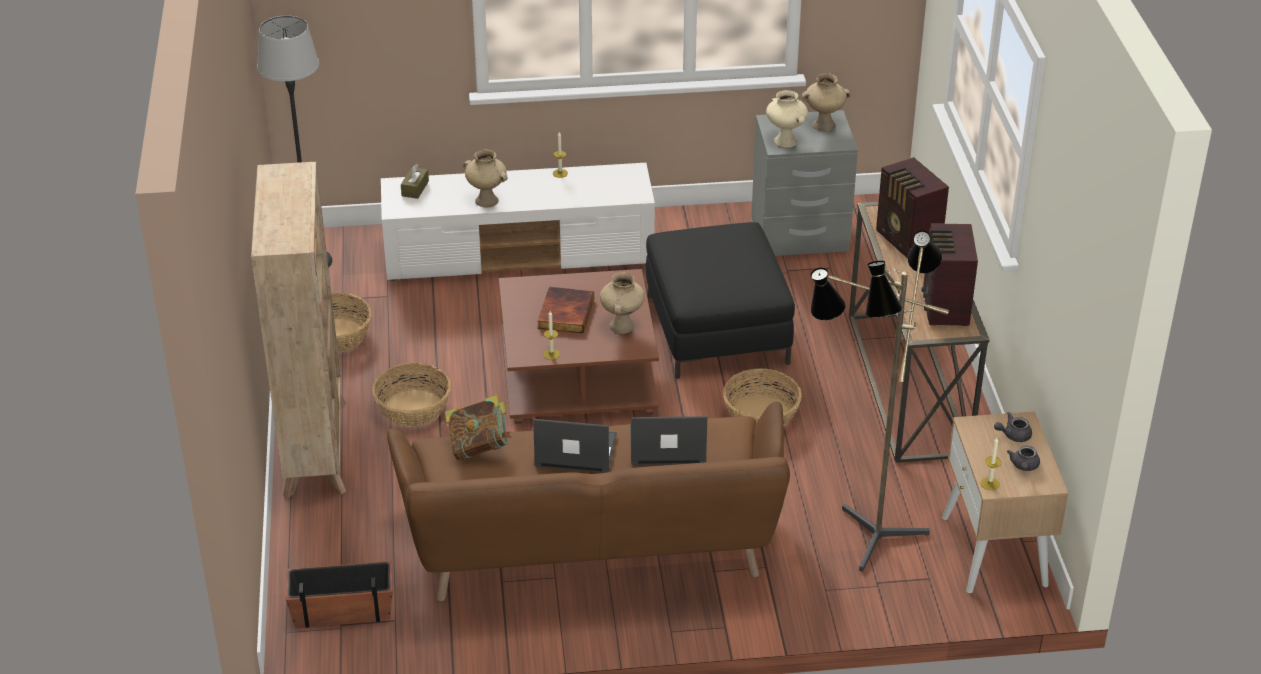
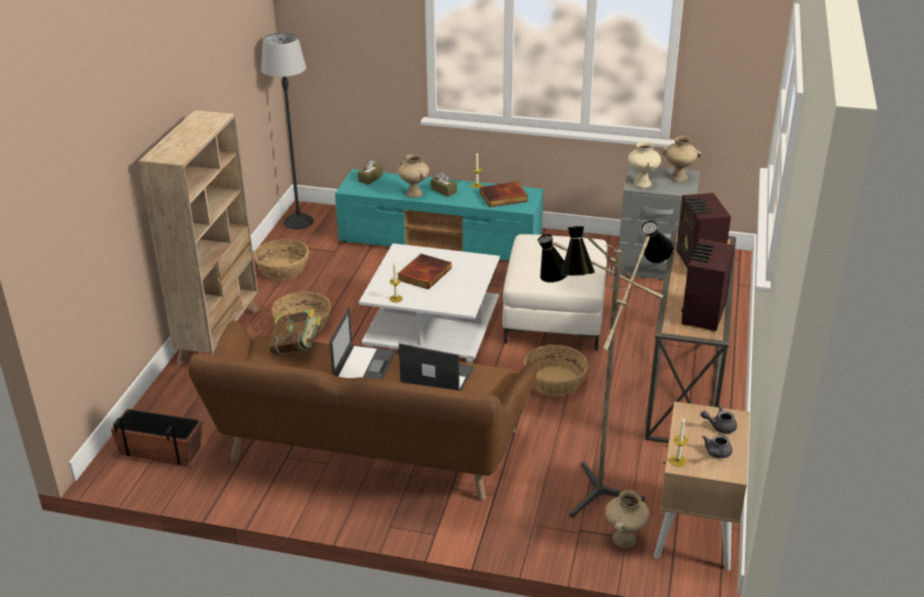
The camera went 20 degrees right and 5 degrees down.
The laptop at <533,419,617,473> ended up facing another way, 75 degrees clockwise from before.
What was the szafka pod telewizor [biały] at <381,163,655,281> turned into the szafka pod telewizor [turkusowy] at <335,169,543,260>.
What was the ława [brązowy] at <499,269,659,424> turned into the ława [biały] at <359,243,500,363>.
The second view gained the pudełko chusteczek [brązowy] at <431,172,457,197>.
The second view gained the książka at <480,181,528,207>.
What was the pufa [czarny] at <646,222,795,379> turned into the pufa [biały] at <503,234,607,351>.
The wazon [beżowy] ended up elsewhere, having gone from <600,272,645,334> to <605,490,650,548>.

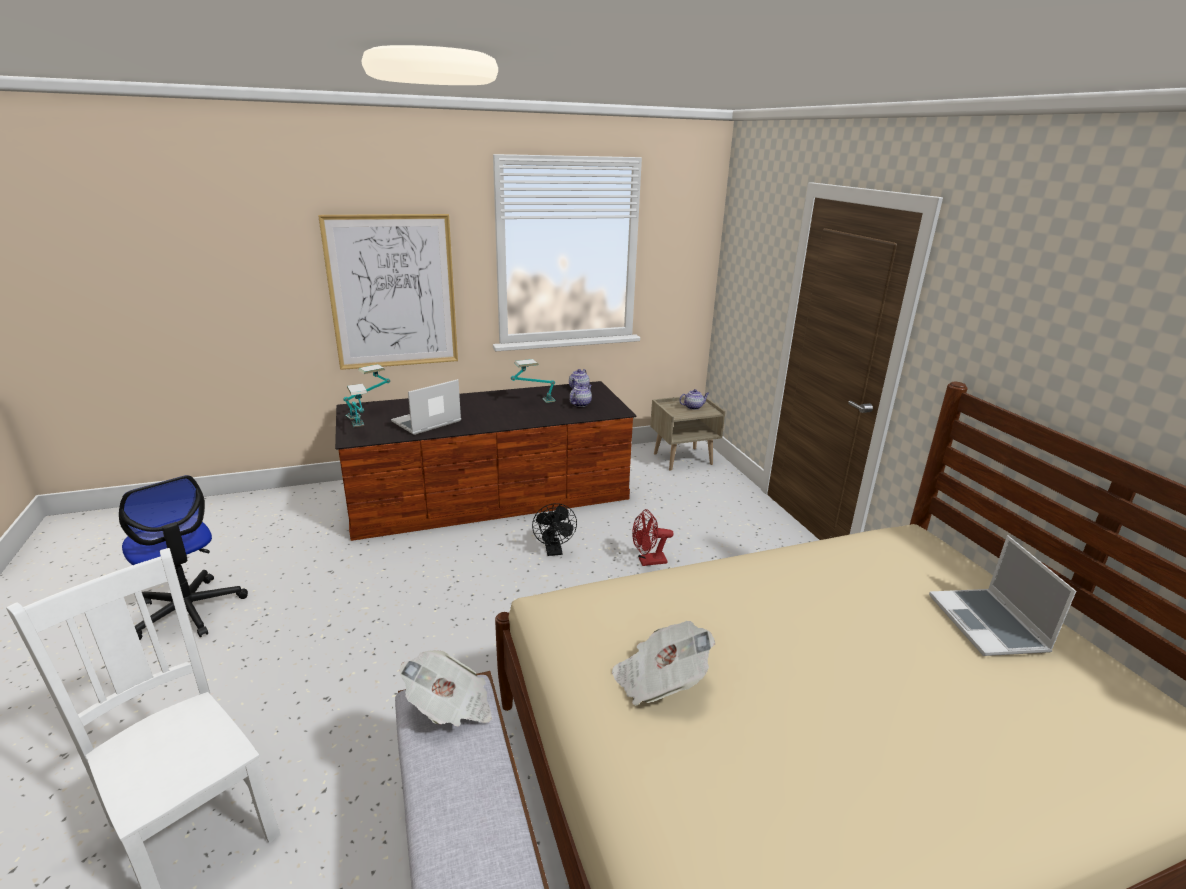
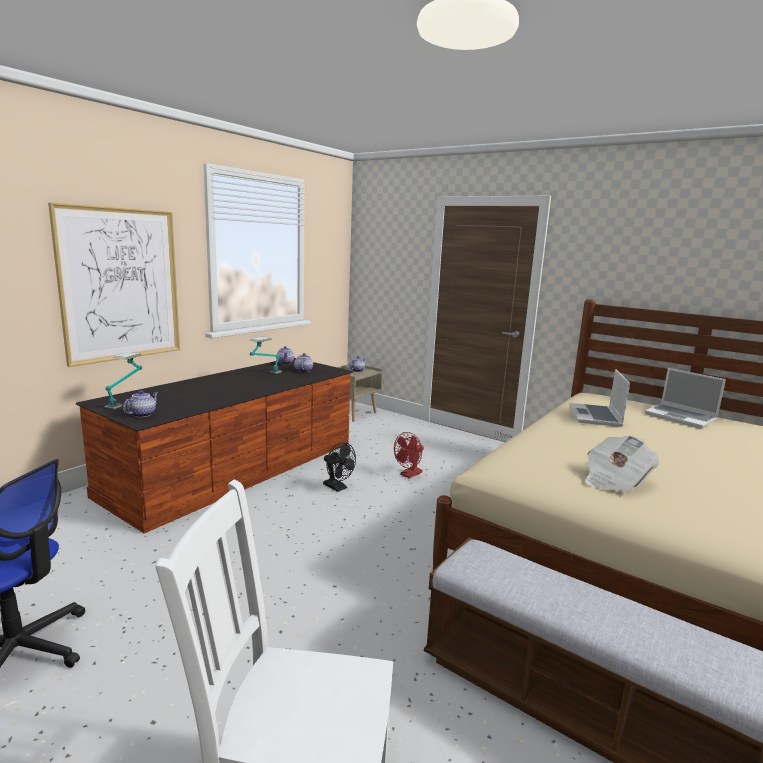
The camera went 35 degrees left and 10 degrees down.
Where the lampa stołowa stood at <347,384,367,427>, the imbryk came to stand at <123,390,158,417>.
The laptop ended up elsewhere, having gone from <391,379,461,435> to <569,369,630,427>.
The second view lost the gazeta at <399,650,492,727>.

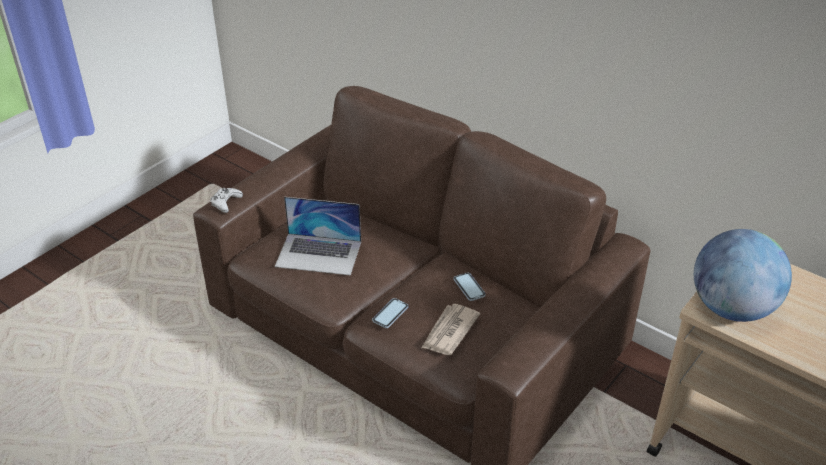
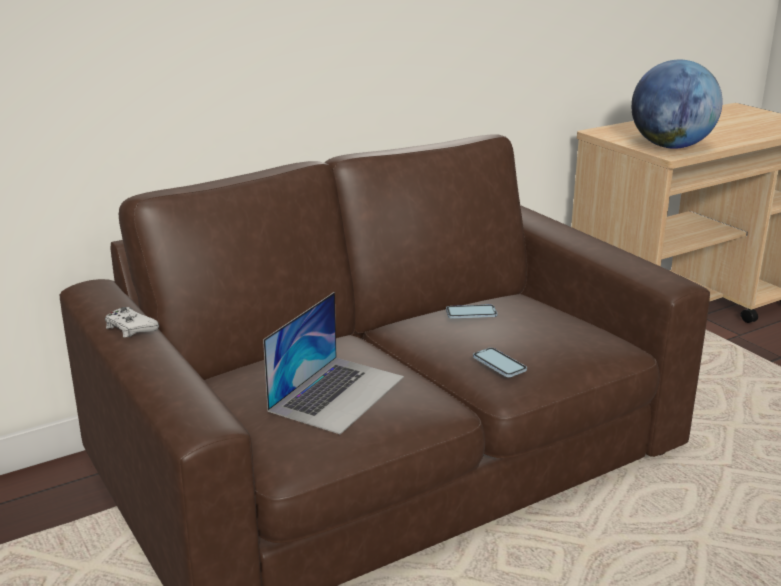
The camera went 70 degrees left and 15 degrees down.
The pad do gier [biały] ended up elsewhere, having gone from <210,188,243,213> to <105,307,159,338>.
The second view lost the gazeta at <422,304,480,355>.

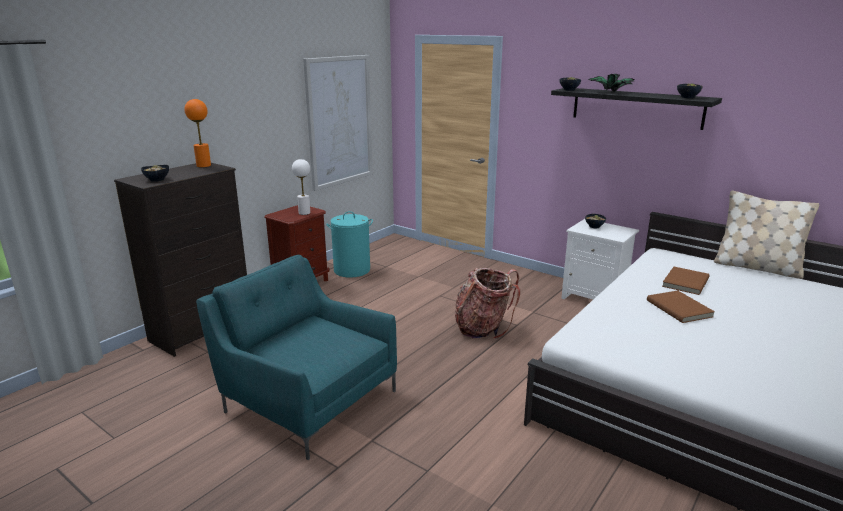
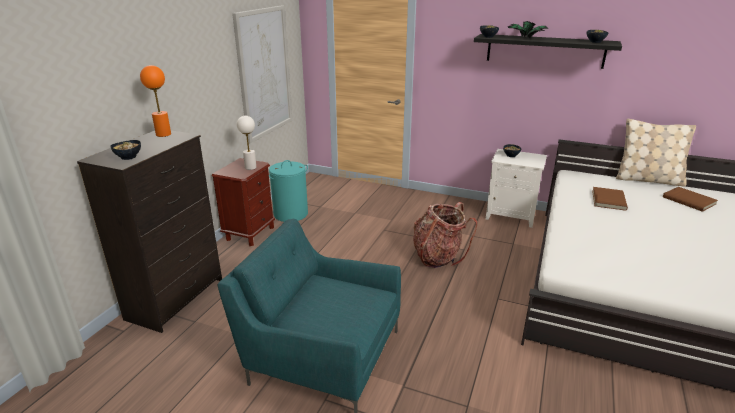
The camera went 15 degrees left and 5 degrees up.
The książka [brązowy] ended up elsewhere, having gone from <647,290,715,323> to <663,187,718,212>.

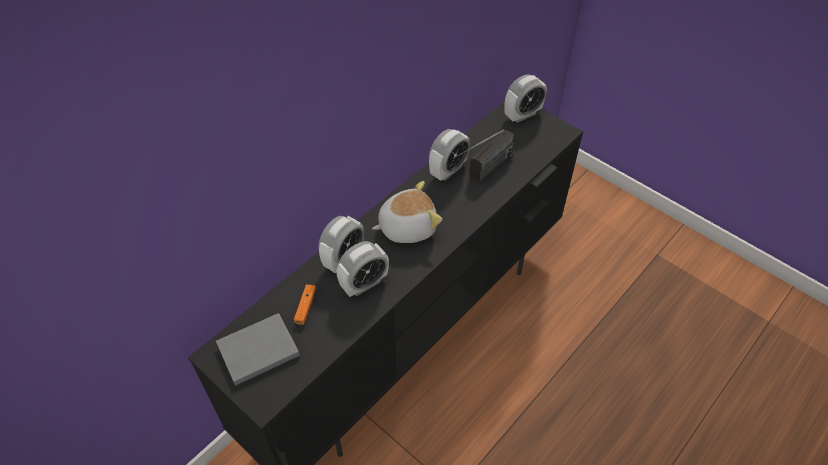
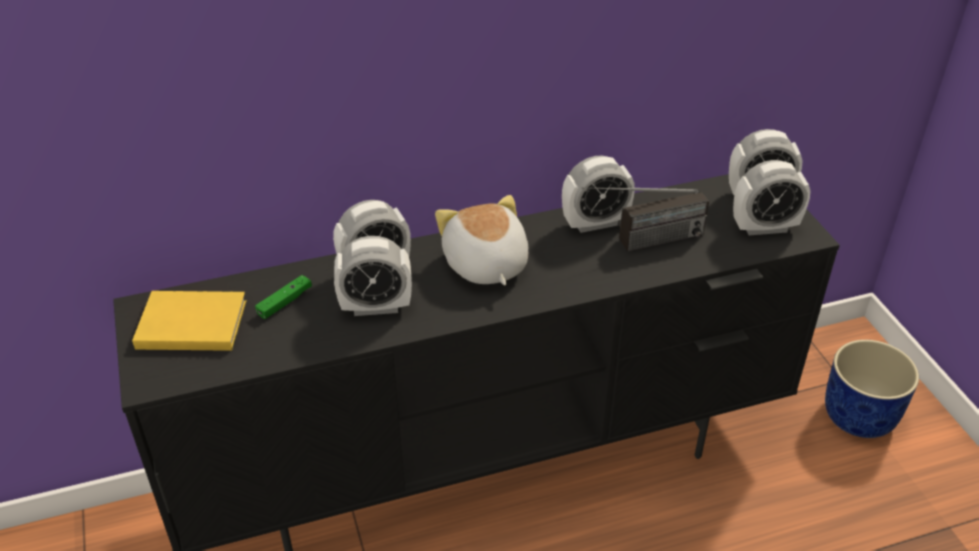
The camera went 30 degrees right and 10 degrees down.
What was the książka [szary] at <216,313,300,386> turned into the książka [żółty] at <132,291,247,351>.
What was the pad do gier [pomarańczowy] at <294,284,316,325> turned into the pad do gier [zielony] at <255,275,312,319>.
The pluszak at <372,181,442,243> ended up facing another way, 120 degrees counterclockwise from before.
The second view gained the budzik at <733,160,810,236>.
The second view gained the donica [niebieski] at <825,340,919,438>.

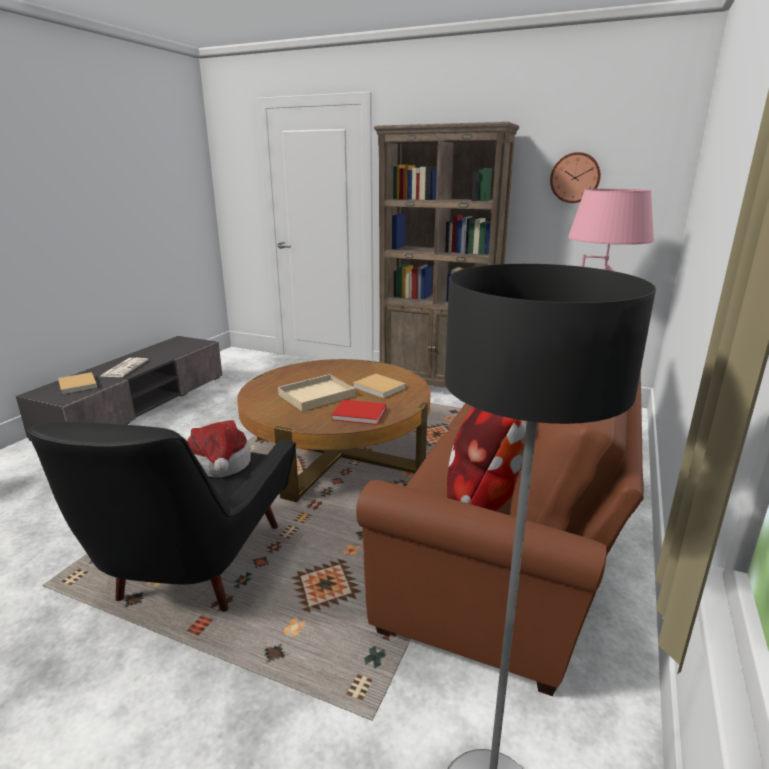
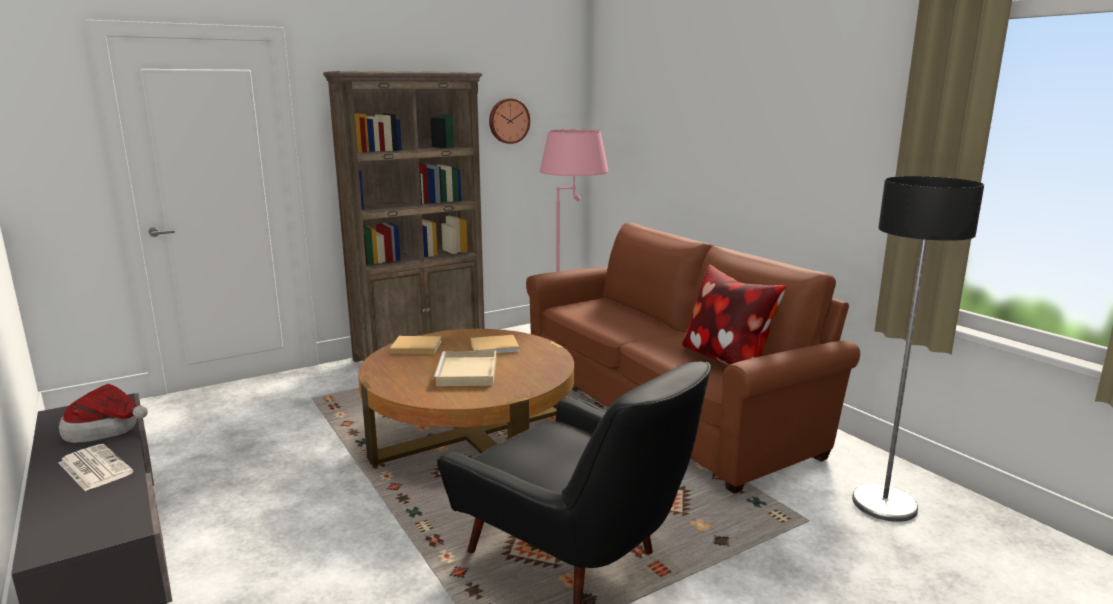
The camera went 55 degrees left and 5 degrees down.
The kapelusz ended up elsewhere, having gone from <187,420,251,478> to <59,384,148,443>.
The książka [beżowy] ended up elsewhere, having gone from <58,372,97,394> to <390,336,442,354>.
The second view lost the książka [czerwony] at <331,400,386,425>.

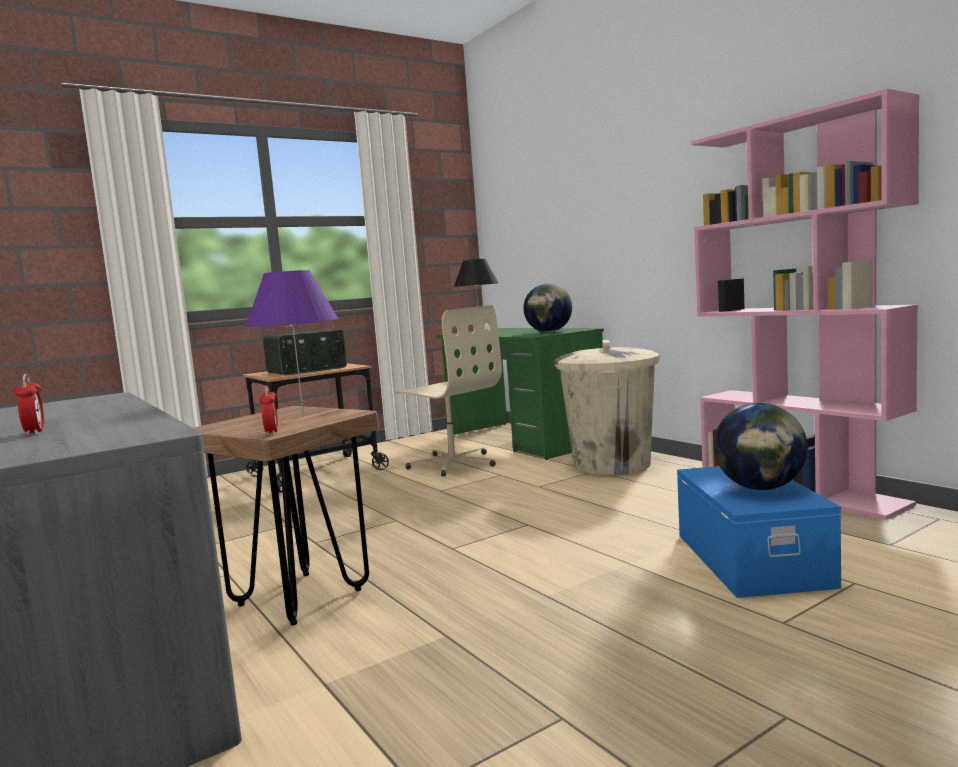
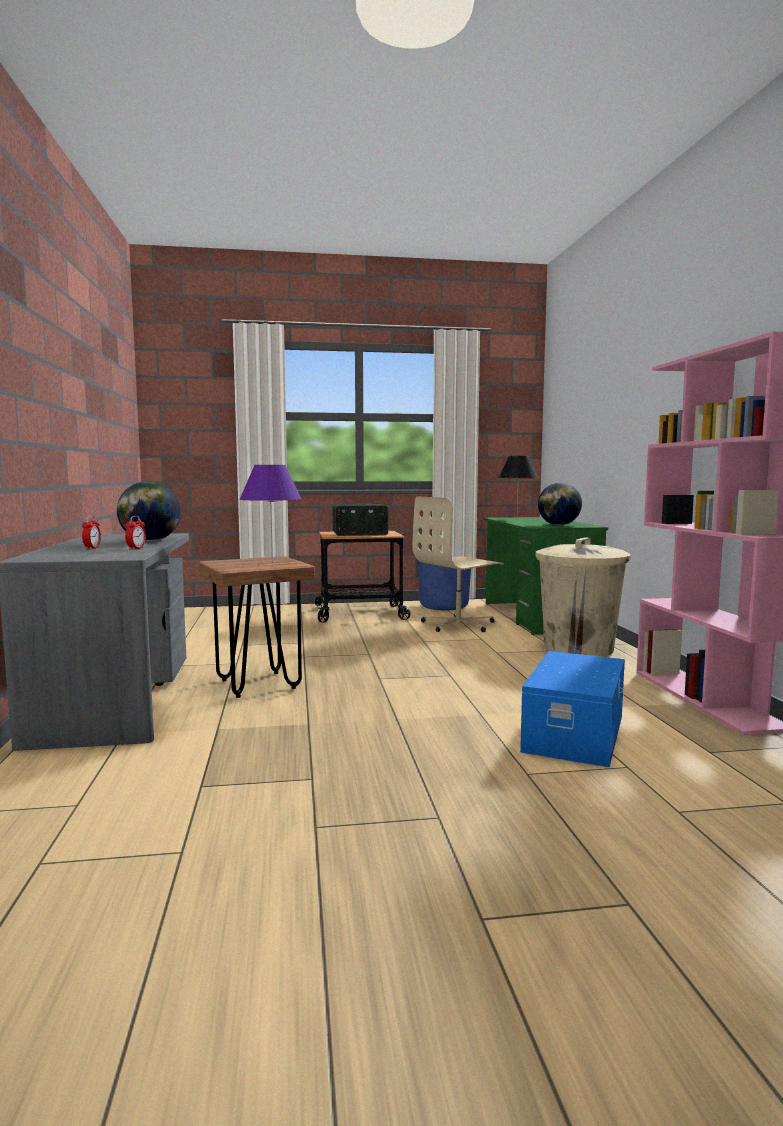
The camera went 25 degrees right and 0 degrees up.
The globus ended up elsewhere, having gone from <714,403,808,490> to <117,481,181,541>.
The budzik ended up elsewhere, having gone from <259,385,278,435> to <125,516,146,550>.
The krzesło biurowe [beżowy] at <394,305,502,477> ended up facing another way, 75 degrees clockwise from before.
The second view gained the donica [niebieski] at <418,556,471,610>.

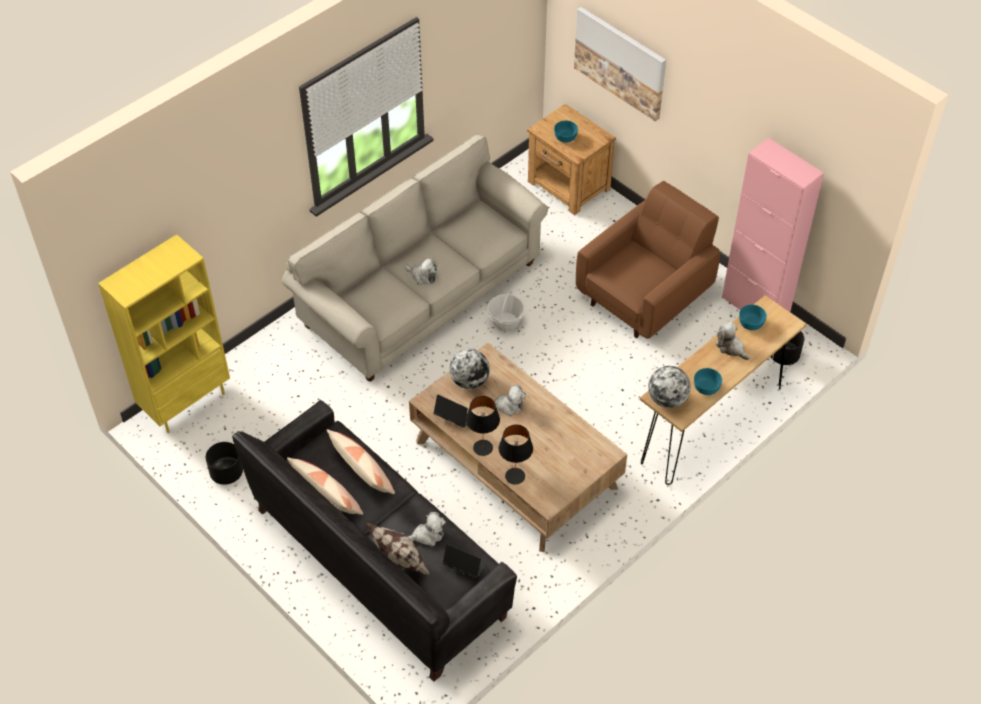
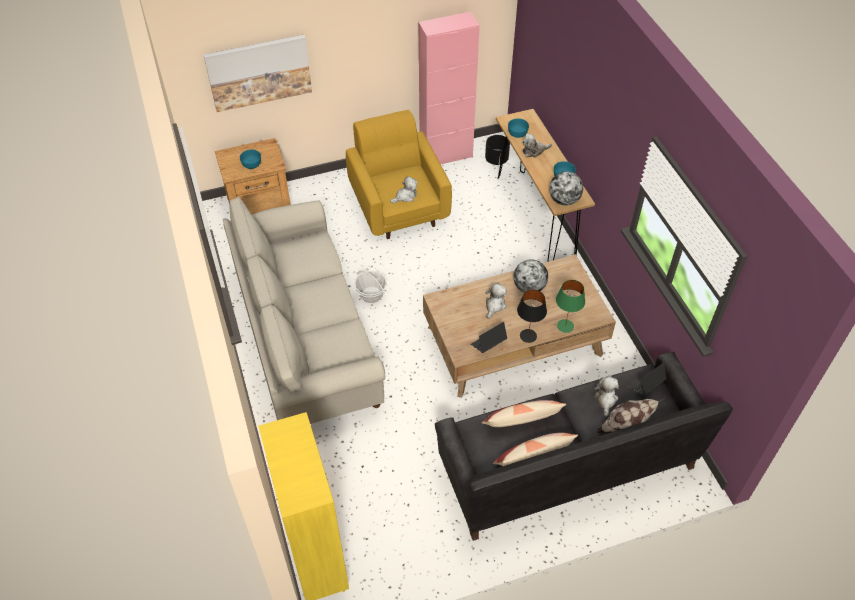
The camera went 65 degrees left and 0 degrees up.
What was the fotel [brązowy] at <576,181,720,339> turned into the fotel [żółty] at <346,110,452,239>.
The pluszak ended up elsewhere, having gone from <404,258,438,285> to <390,176,418,203>.
The globus ended up elsewhere, having gone from <450,349,490,389> to <513,259,548,293>.
What was the lampa stołowa [czarny] at <499,425,533,485> turned into the lampa stołowa [zielony] at <556,280,585,333>.
The second view lost the donica [czarny] at <206,442,243,485>.

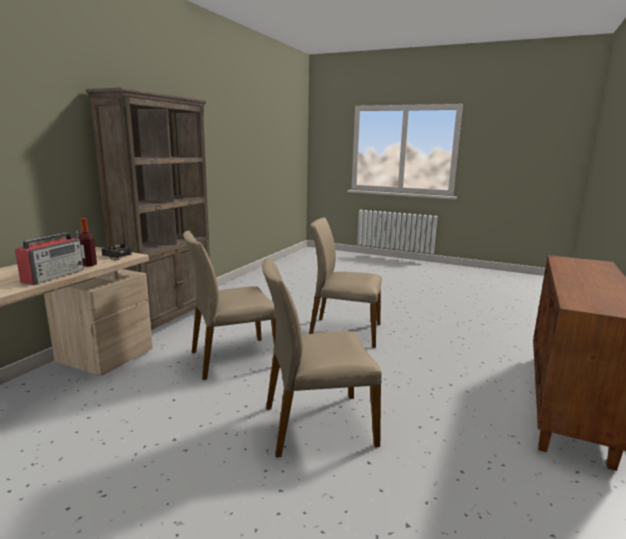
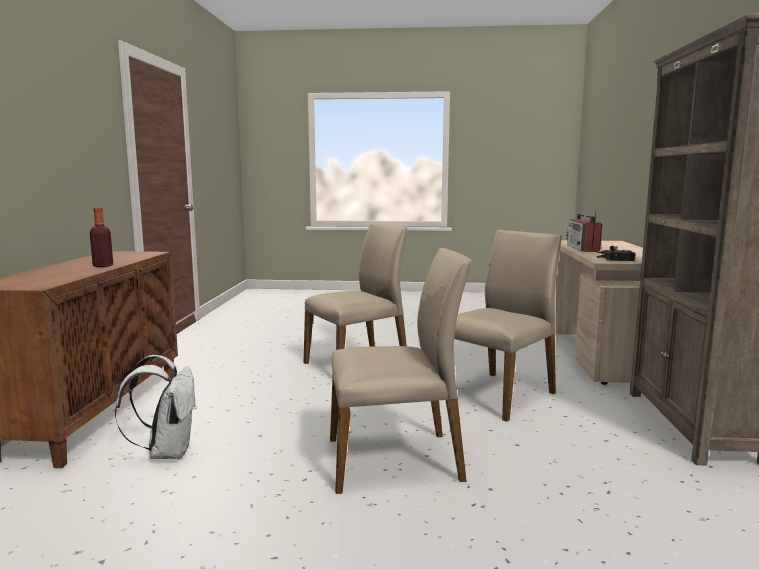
The camera went 160 degrees right and 5 degrees down.
The butelka ended up elsewhere, having gone from <78,218,97,267> to <90,207,113,267>.
The second view gained the plecak [biały] at <115,355,197,459>.

